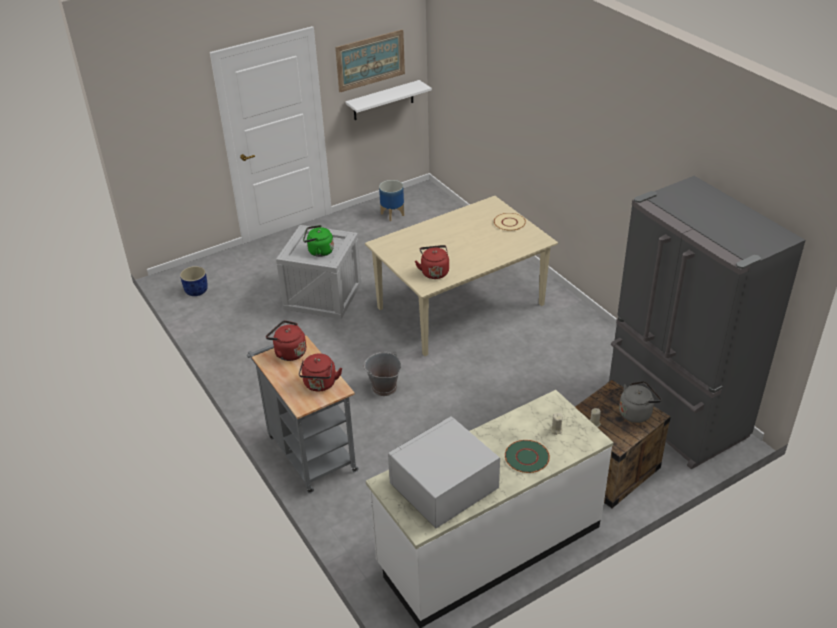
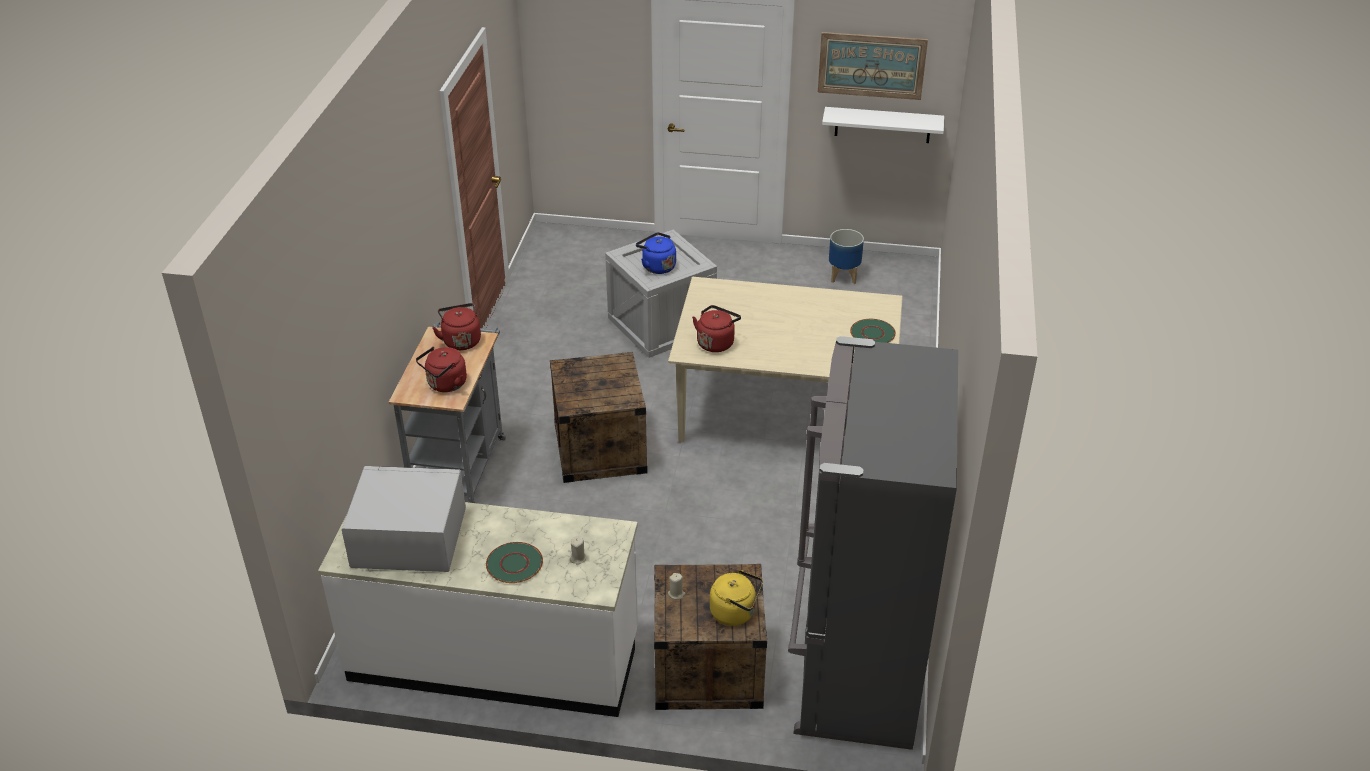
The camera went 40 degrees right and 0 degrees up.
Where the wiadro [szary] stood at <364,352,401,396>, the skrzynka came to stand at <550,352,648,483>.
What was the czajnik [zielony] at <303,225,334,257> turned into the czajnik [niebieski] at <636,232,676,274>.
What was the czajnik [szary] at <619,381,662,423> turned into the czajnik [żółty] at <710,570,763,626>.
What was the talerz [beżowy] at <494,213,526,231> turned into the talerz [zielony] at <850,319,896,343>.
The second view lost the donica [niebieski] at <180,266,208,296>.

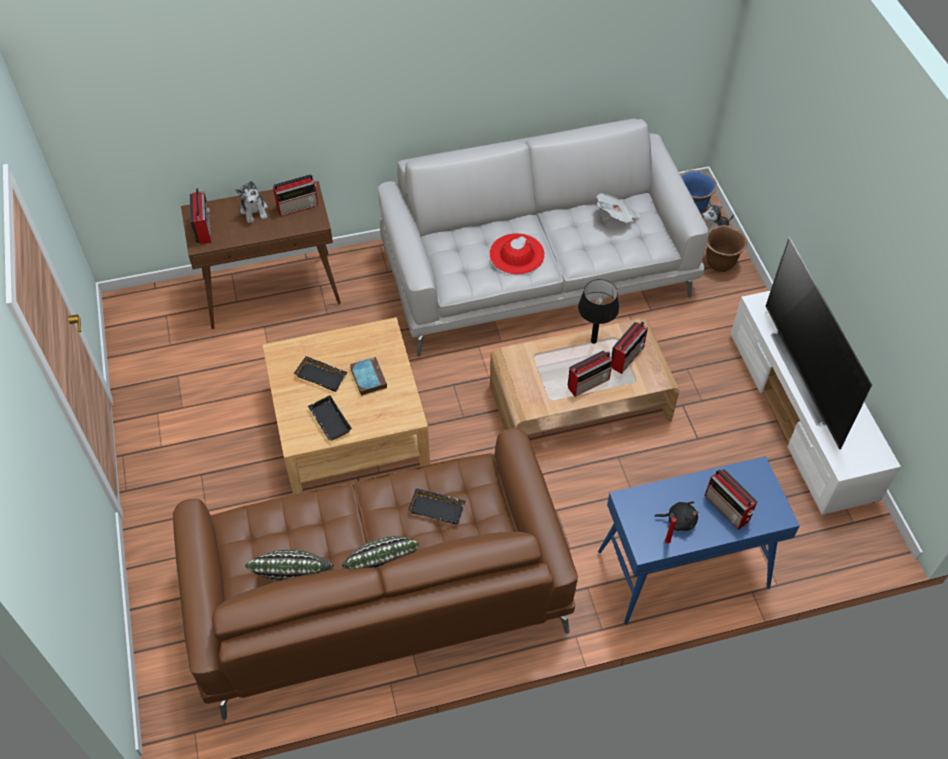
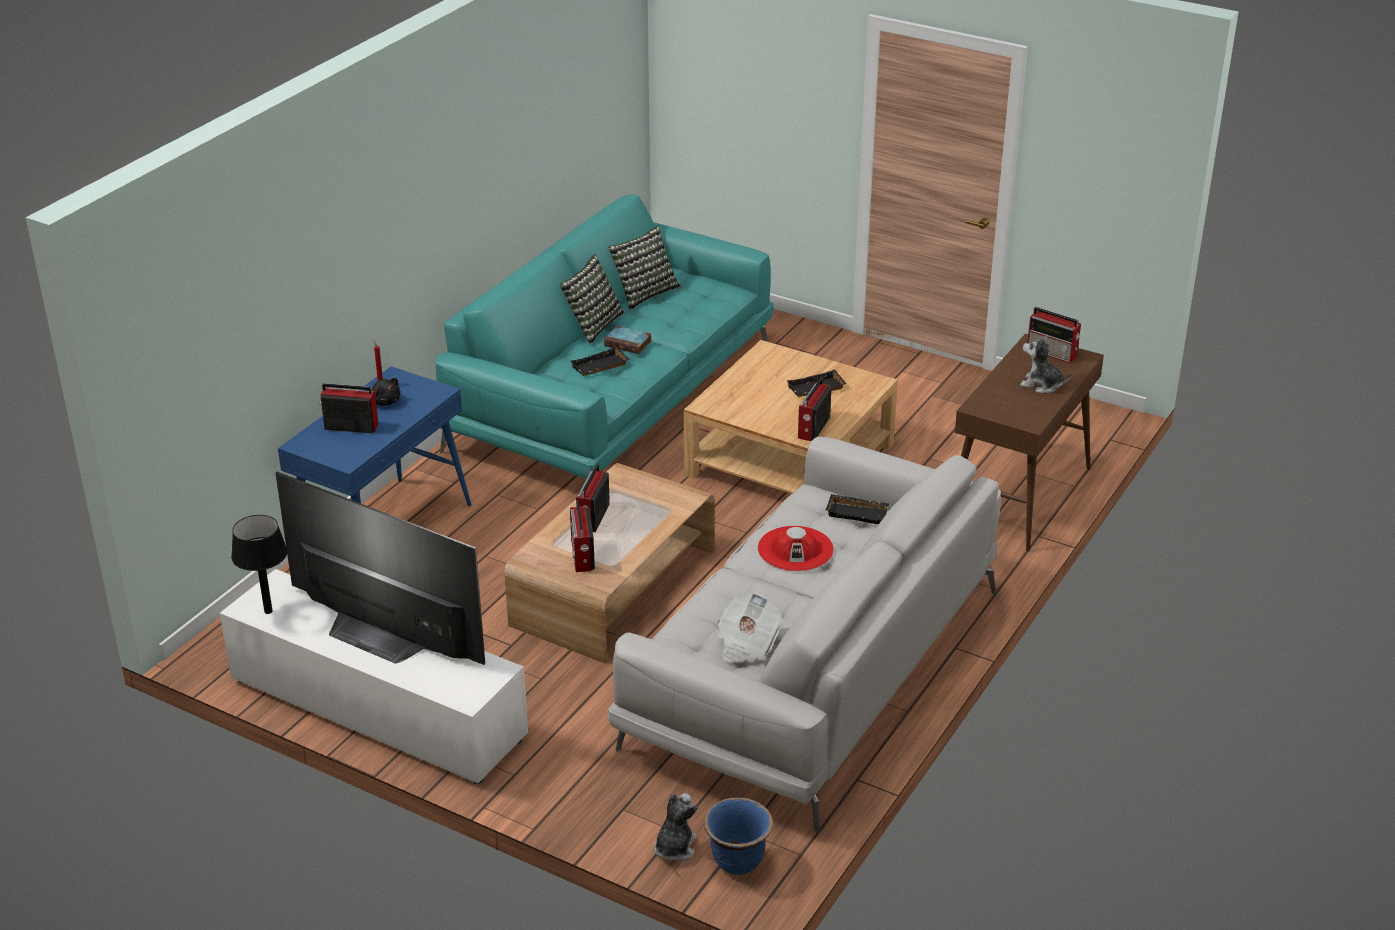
The camera went 135 degrees right and 20 degrees down.
The lampa stołowa [czarny] ended up elsewhere, having gone from <578,279,619,344> to <231,515,288,614>.
The pluszak [czarny] at <655,501,699,531> ended up facing another way, 105 degrees counterclockwise from before.
What was the kanapa [brązowy] at <173,428,578,720> turned into the kanapa [turkusowy] at <436,194,774,479>.
The książka ended up elsewhere, having gone from <350,357,387,396> to <604,326,651,354>.
The radio ended up elsewhere, having gone from <273,175,318,216> to <798,377,831,441>.
The taca [czarny] ended up elsewhere, having gone from <308,395,352,441> to <826,494,889,524>.
The second view lost the donica [brązowy] at <706,225,747,272>.

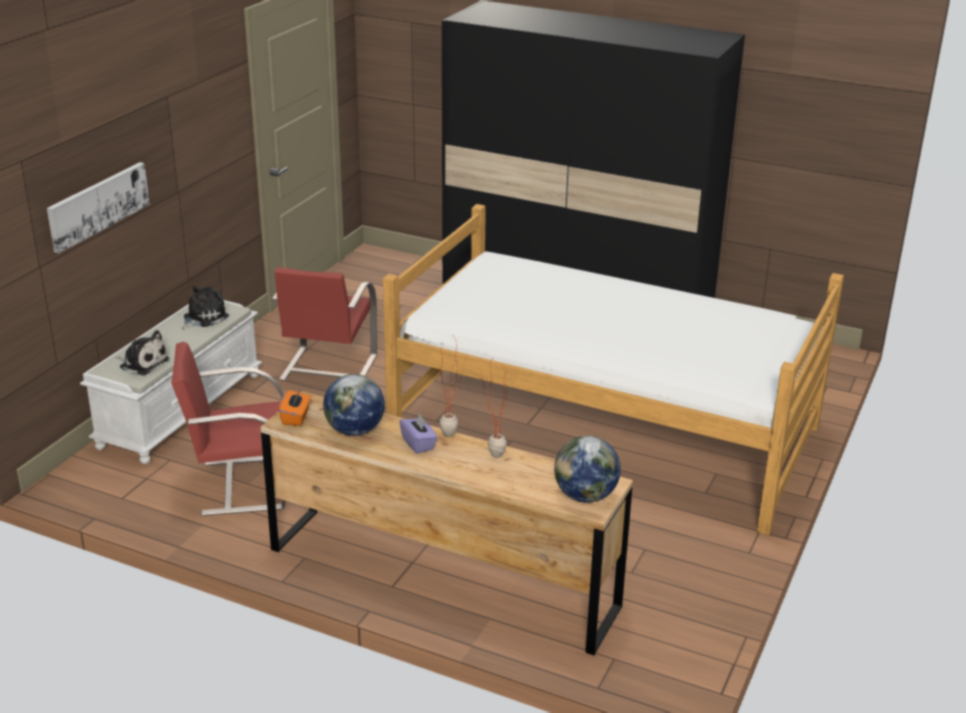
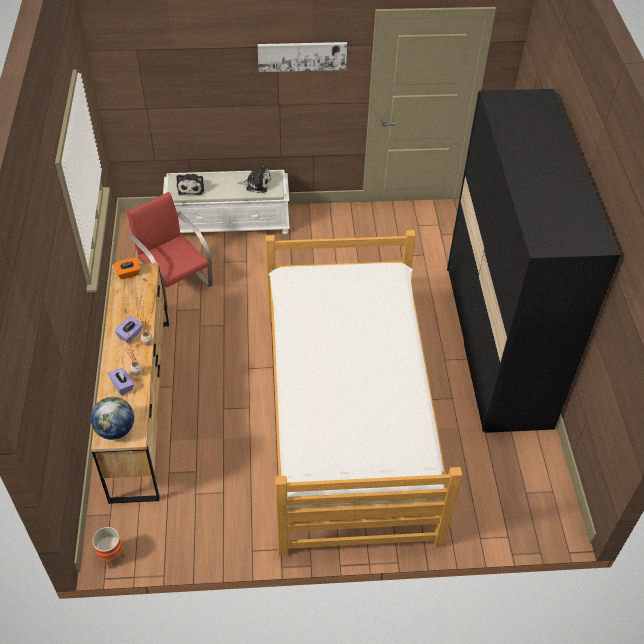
The camera went 60 degrees right and 20 degrees up.
The second view gained the donica at <92,527,126,569>.
The second view gained the pudełko chusteczek [fioletowy] at <108,368,134,395>.
The obraz ended up elsewhere, having gone from <47,162,150,253> to <258,42,347,72>.
The second view lost the krzesło [czerwony] at <272,267,377,381>.
The second view lost the globus at <323,374,385,436>.

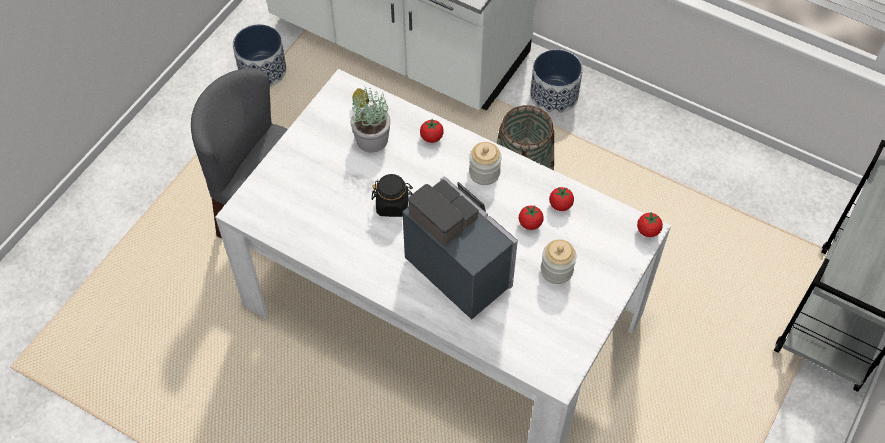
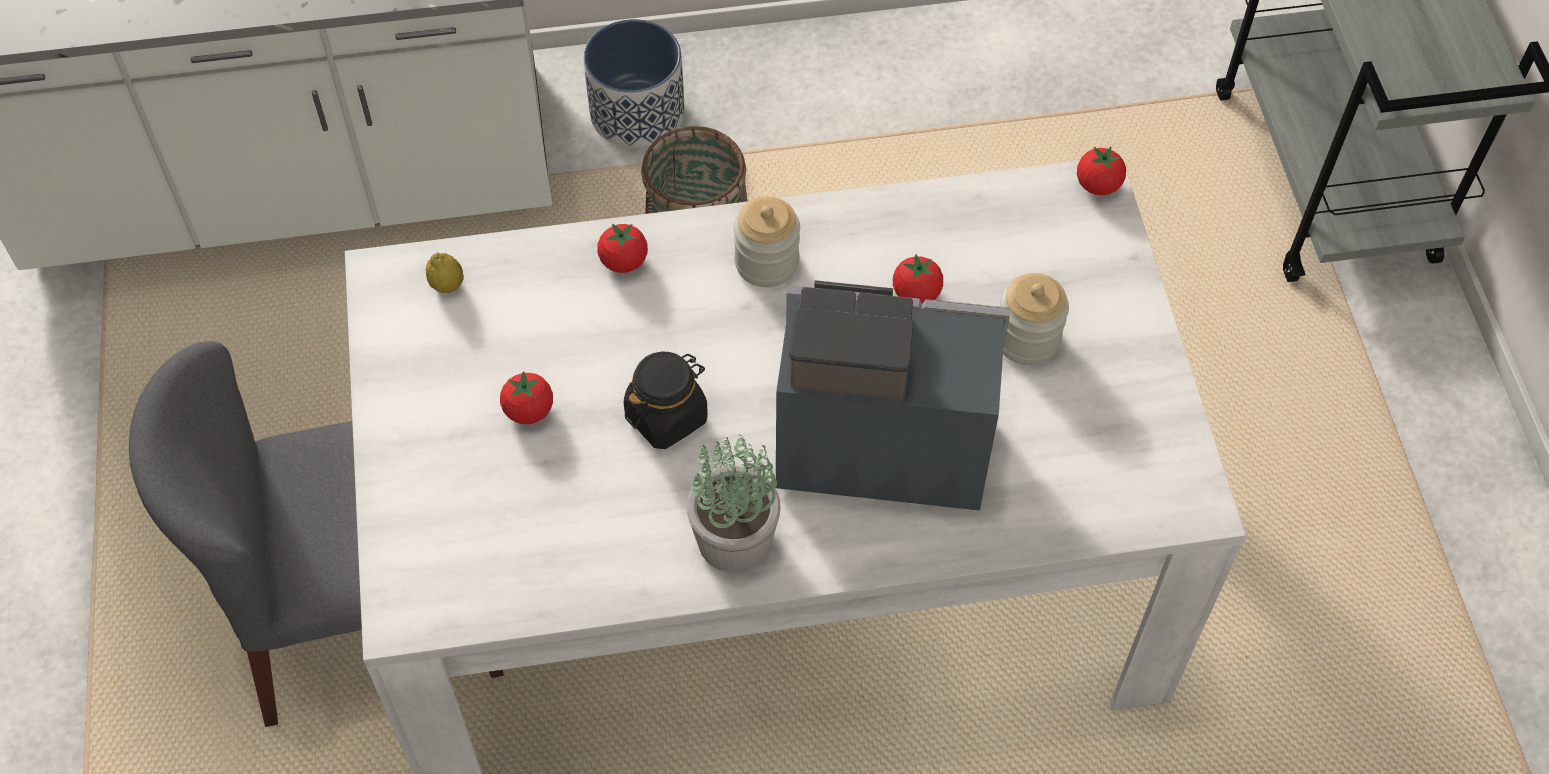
The camera went 40 degrees left and 0 degrees up.
The pomidor ended up elsewhere, having gone from <549,187,574,211> to <500,371,553,424>.
The roślina doniczkowa ended up elsewhere, having gone from <351,87,391,153> to <687,434,780,573>.
The second view lost the donica at <233,24,286,87>.

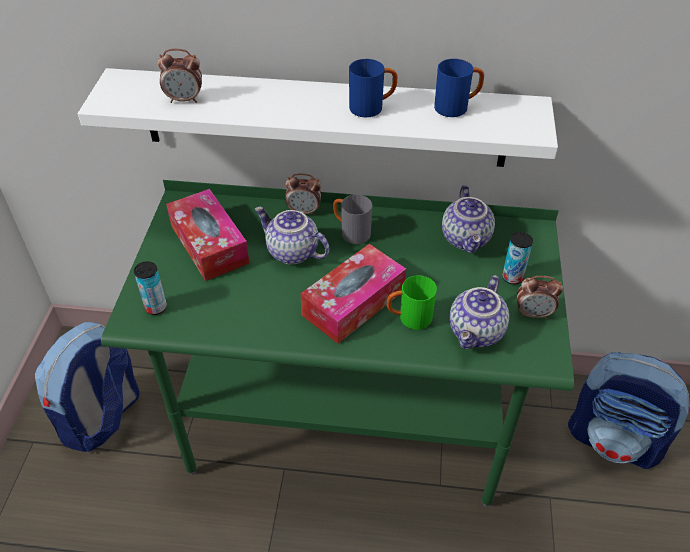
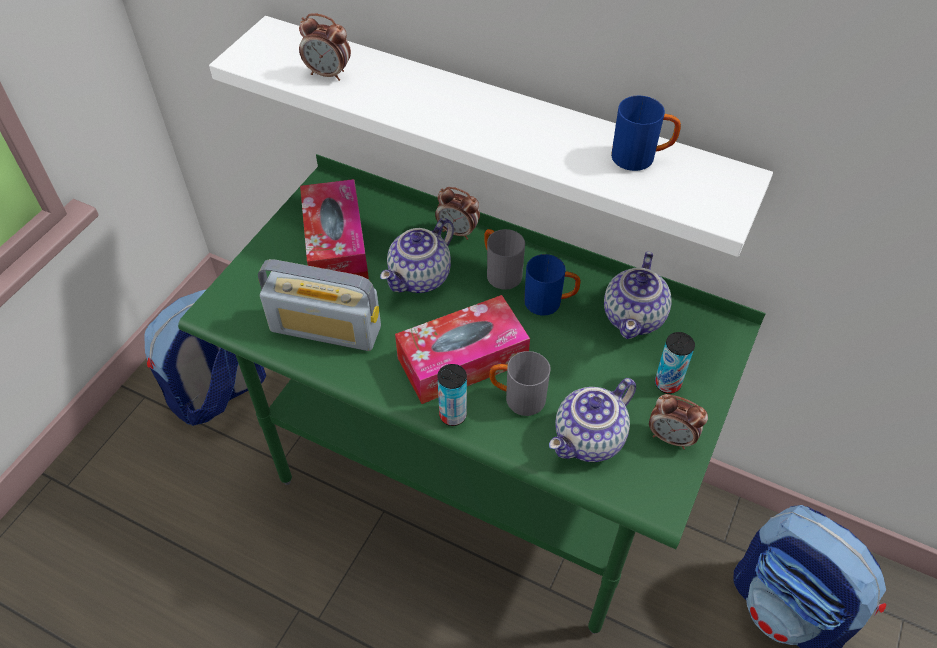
The camera went 20 degrees right and 5 degrees up.
The second view gained the radio at <258,259,381,351>.
The imbryk at <255,207,329,265> ended up facing another way, 105 degrees counterclockwise from before.
The puszka ended up elsewhere, having gone from <134,261,167,315> to <437,364,467,426>.
What was the kubek [zielony] at <387,275,437,330> turned into the kubek [szary] at <490,351,551,416>.
The kubek [niebieski] ended up elsewhere, having gone from <349,59,397,118> to <524,254,581,316>.

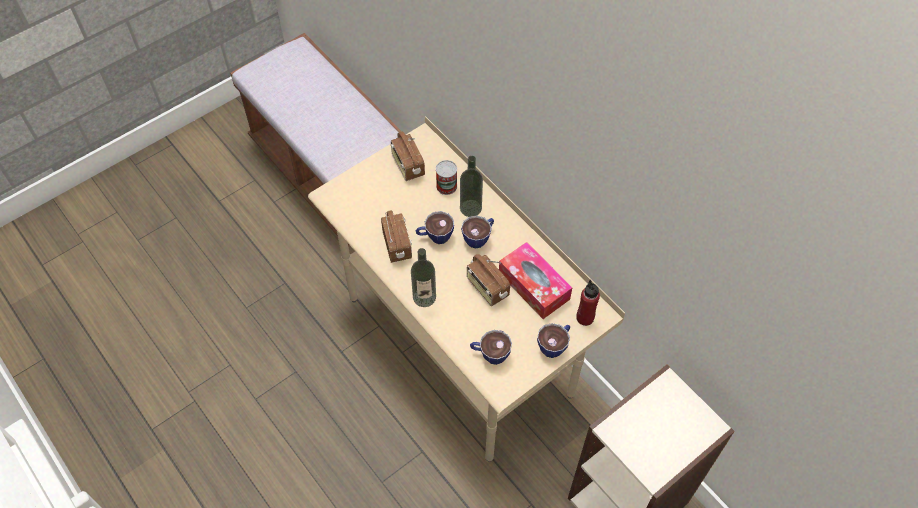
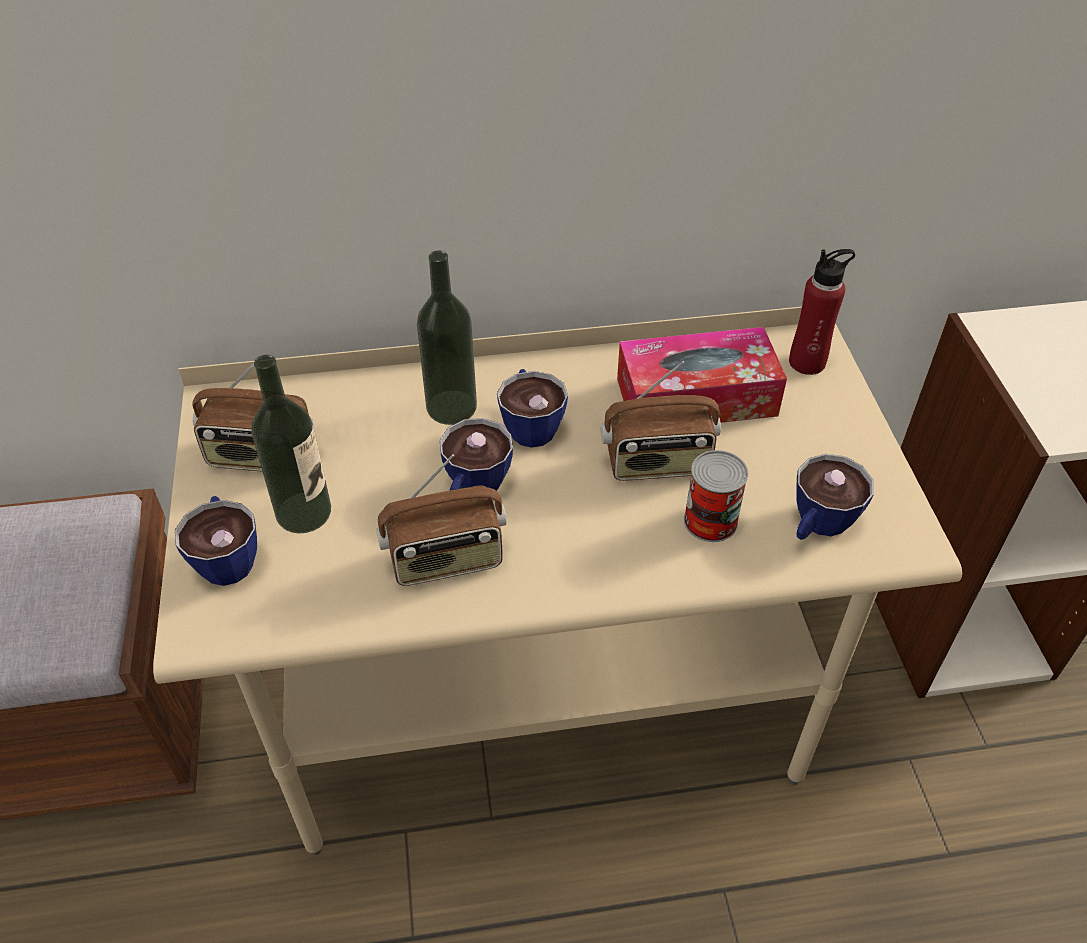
The camera went 60 degrees left and 10 degrees down.
The filiżanka ended up elsewhere, having gone from <537,323,570,358> to <175,496,257,586>.
The butelka ended up elsewhere, having gone from <411,248,436,307> to <252,355,331,533>.
The radio at <381,210,412,263> ended up facing another way, 150 degrees clockwise from before.
The puszka ended up elsewhere, having gone from <436,160,457,195> to <684,450,748,542>.

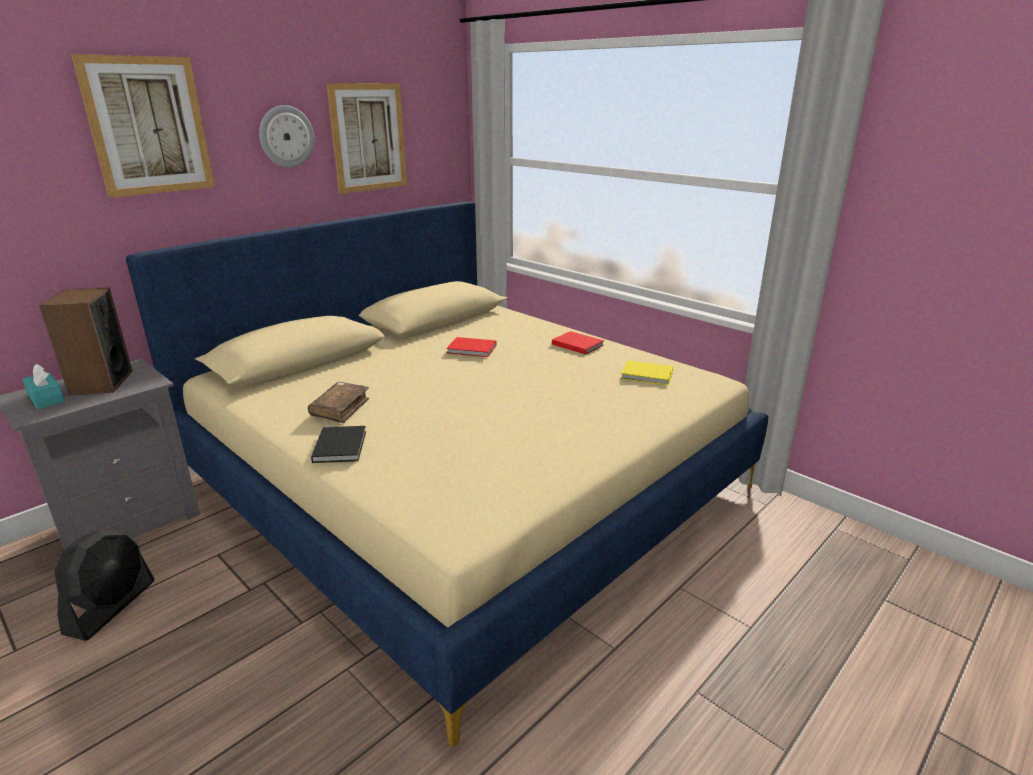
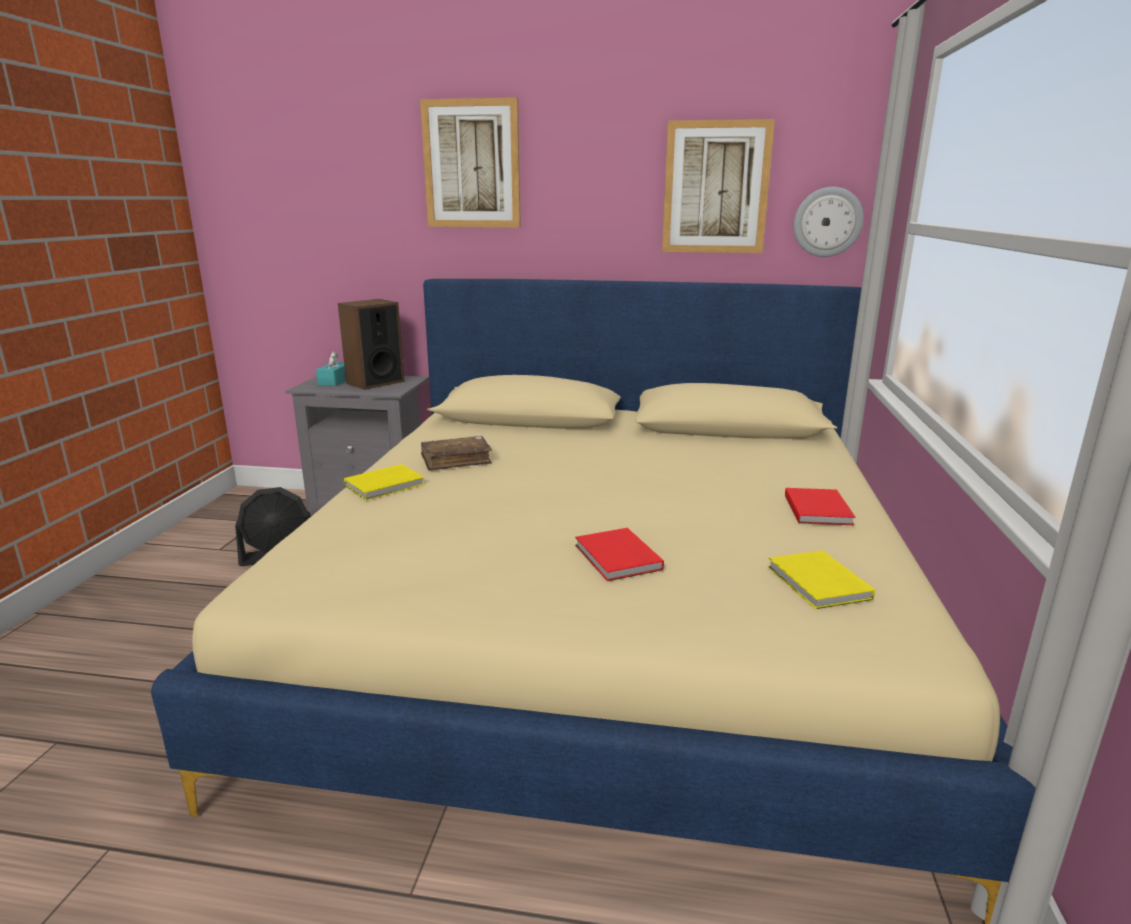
The camera went 55 degrees right and 5 degrees down.
What was the książka [czarny] at <311,426,366,463> turned into the książka [żółty] at <344,464,425,500>.
The książka [czerwony] ended up elsewhere, having gone from <446,337,497,357> to <575,528,664,581>.
The zegar ścienny ended up elsewhere, having gone from <259,105,314,168> to <794,187,864,257>.

